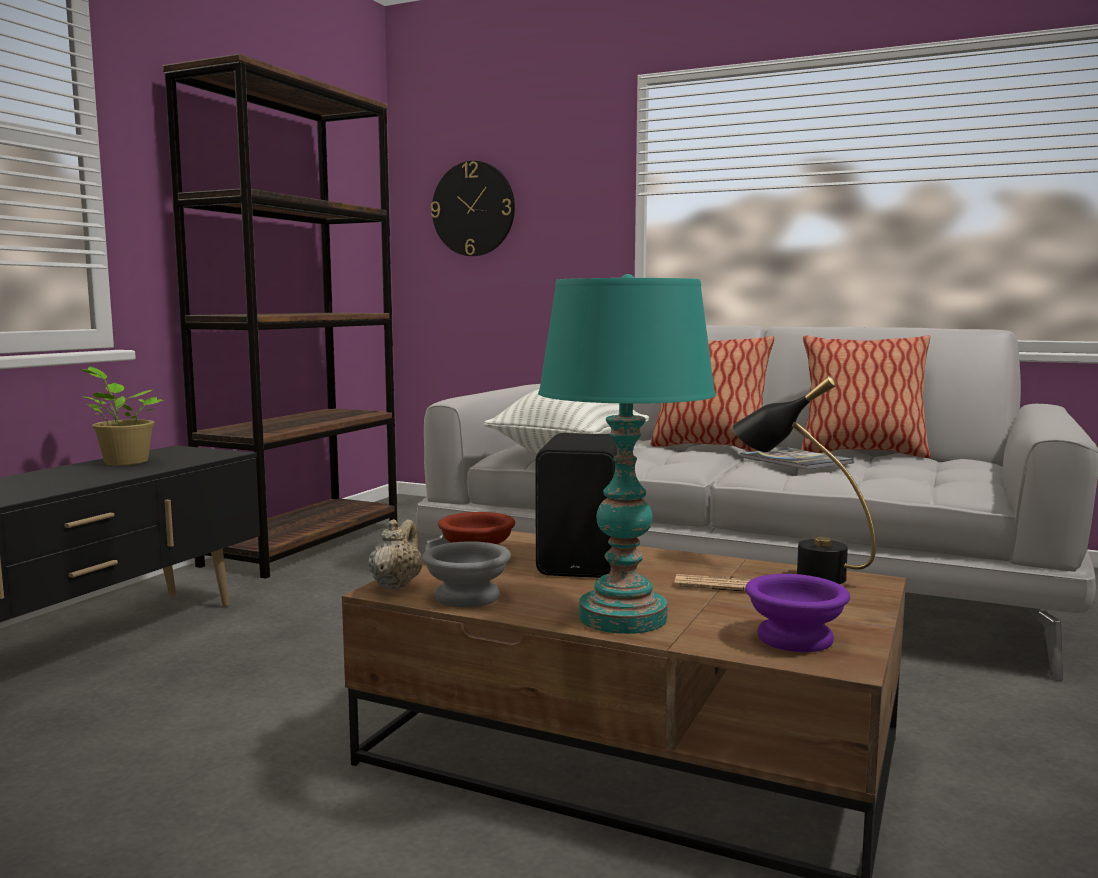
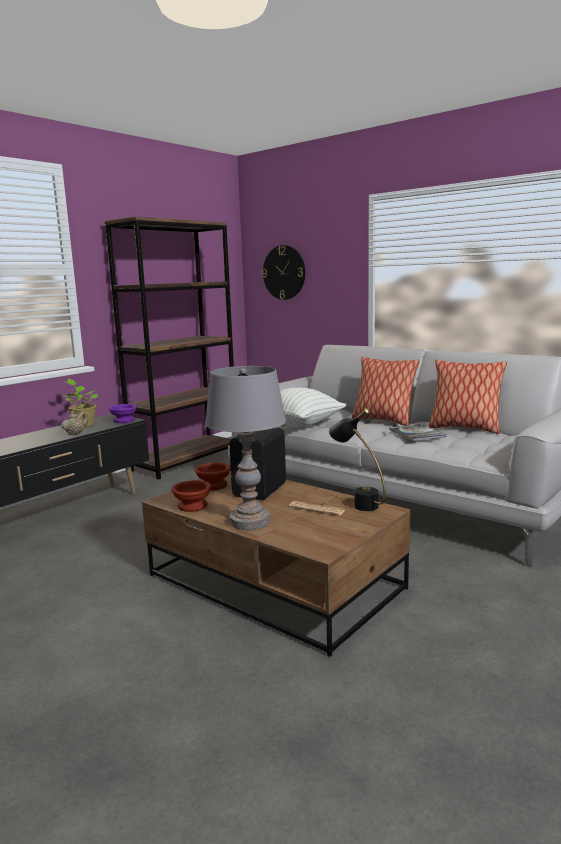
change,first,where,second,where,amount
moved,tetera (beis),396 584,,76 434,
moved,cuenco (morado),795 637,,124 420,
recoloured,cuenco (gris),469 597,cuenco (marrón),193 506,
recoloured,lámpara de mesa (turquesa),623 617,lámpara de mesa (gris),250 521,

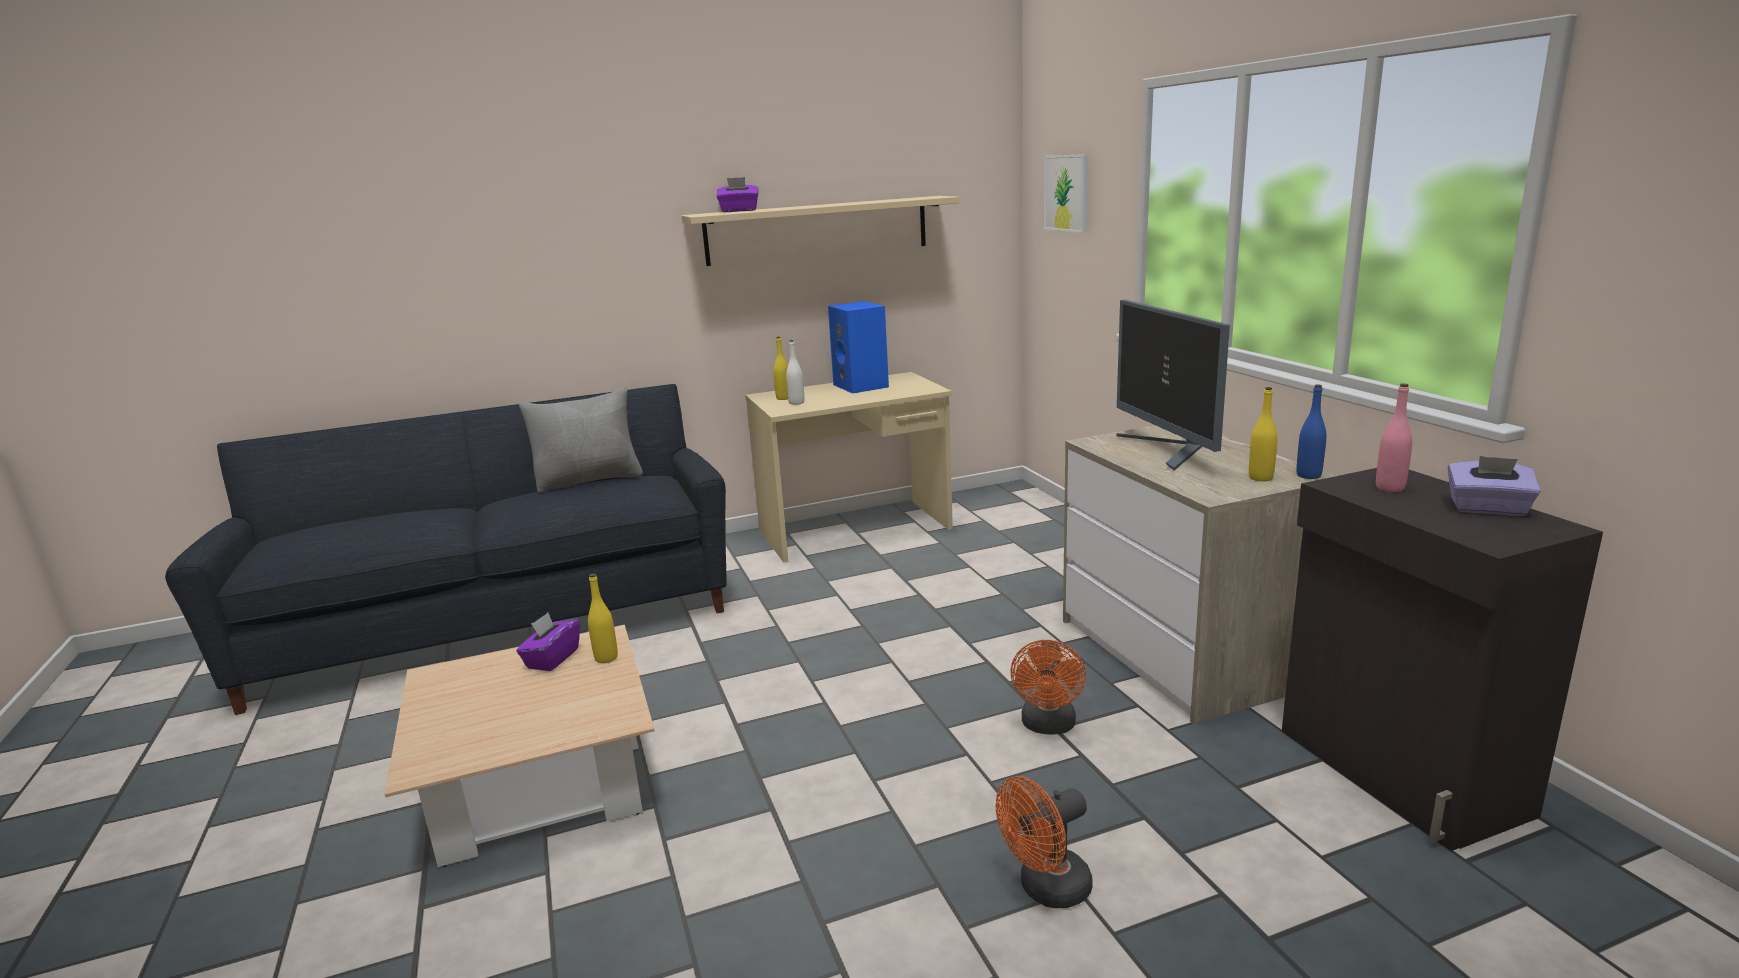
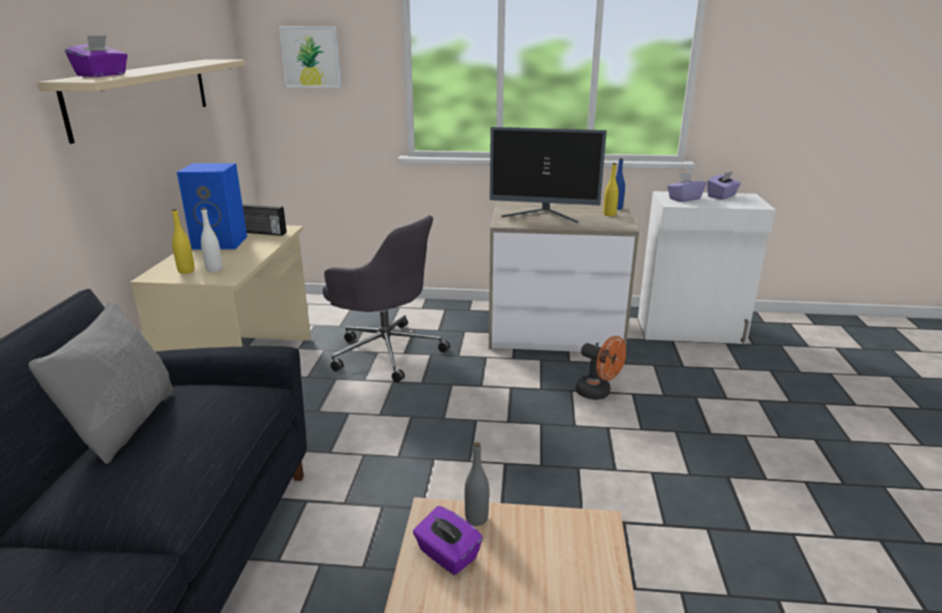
change,first,where,second,where,amount
removed,ventilador (naranja),1046 889,,,
added,,,radio,262 232,
added,,,silla de oficina (gris),386 351,
replaced,botella (rosa),1390 488,caja de pañuelos (morado),684 199,
recoloured,botella (amarillo),606 658,botella (gris),476 518,
recoloured,armario (negro),1399 773,armario (blanco),691 330,

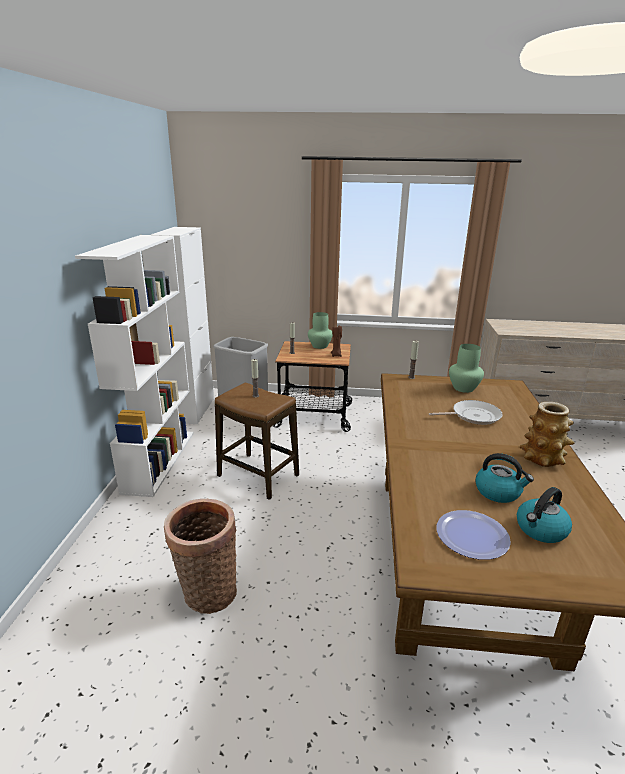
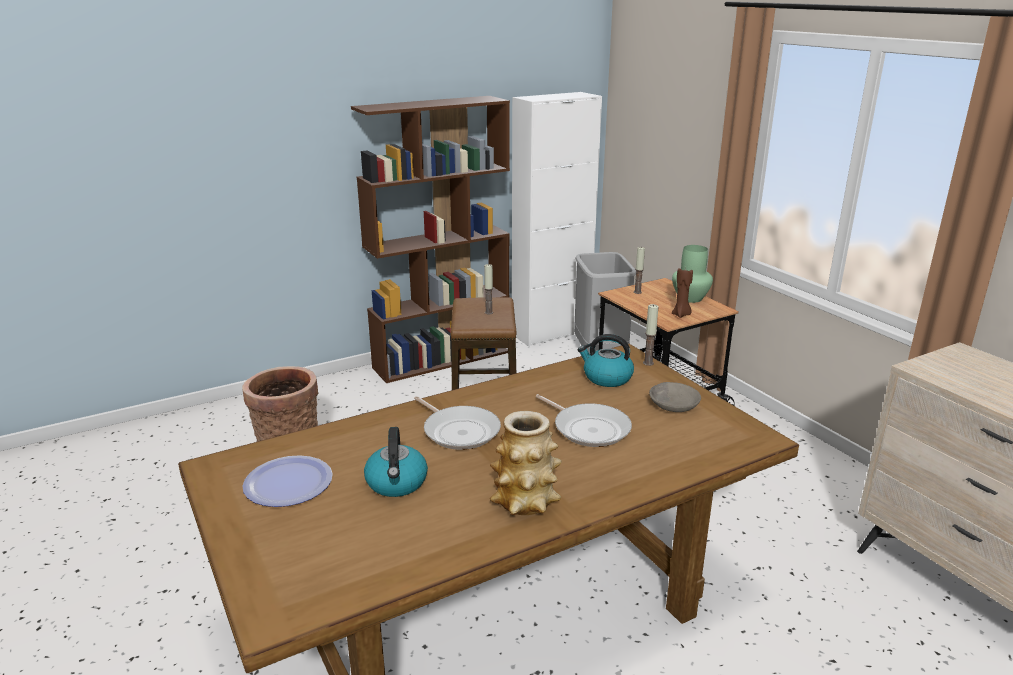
change,first,where,second,where,amount
added,,,sartén,459 431,
moved,hervidor,540 530,,606 378,
replaced,florero (verde),463 388,cuenco (gris),673 404,
recoloured,estantería (blanco),159 460,estantería (marrón),442 359,

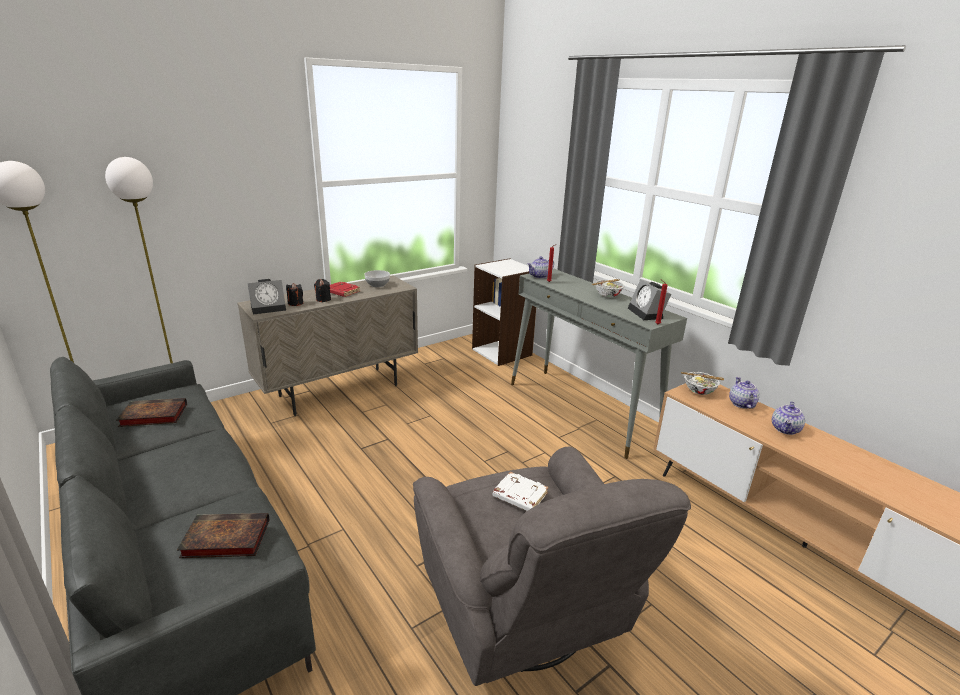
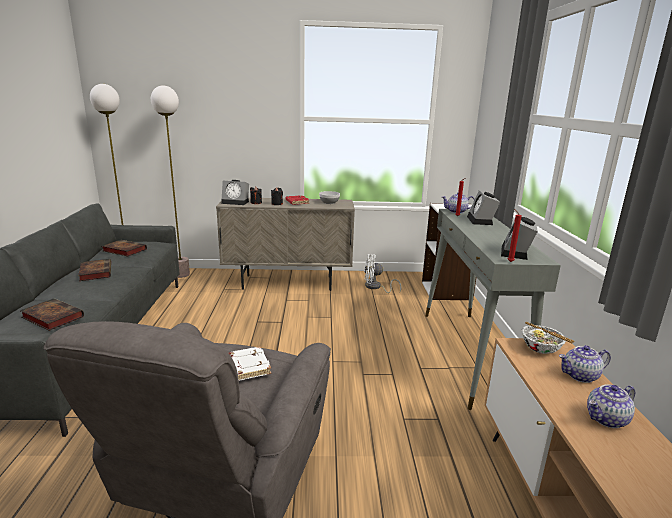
change,first,where,second,where,amount
removed,cuenco,607 295,,,
added,,,libro,95 272,
added,,,ventilador (blanco),375 287,
added,,,despertador,481 221,
turned,tetera,741 403,,580 376,135 degrees counterclockwise

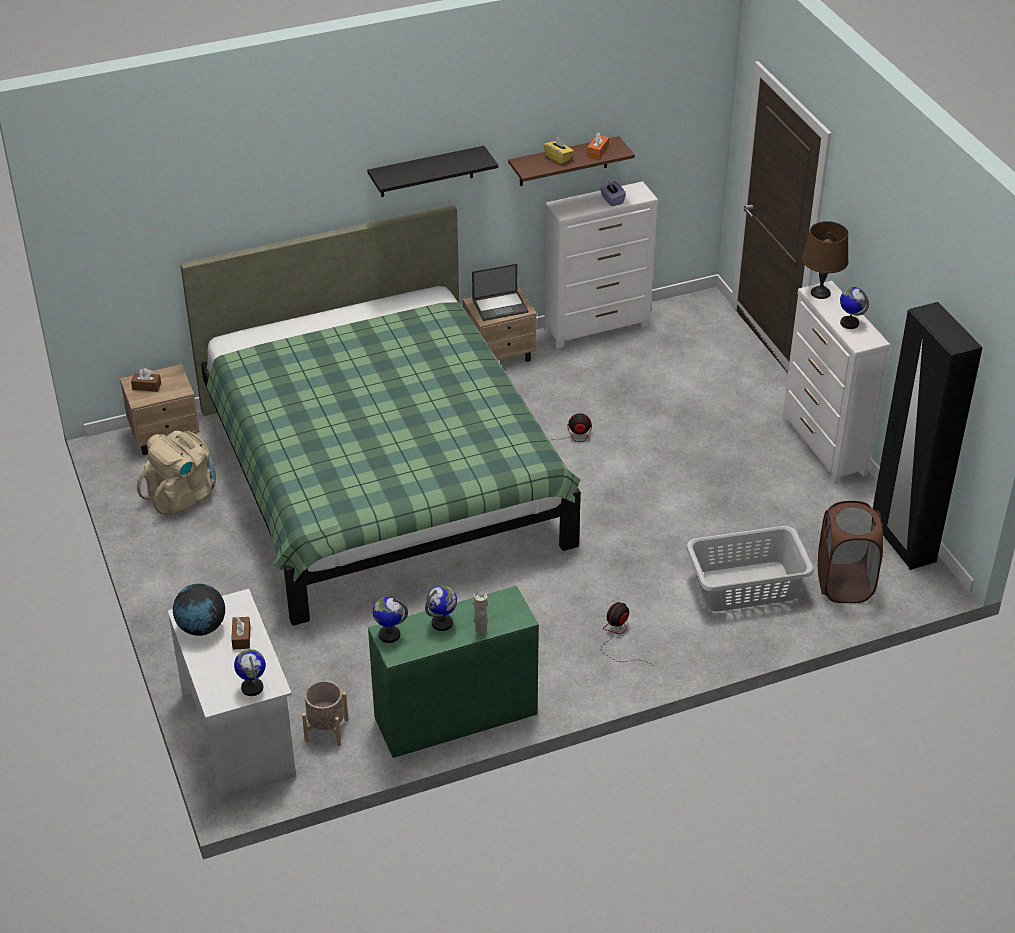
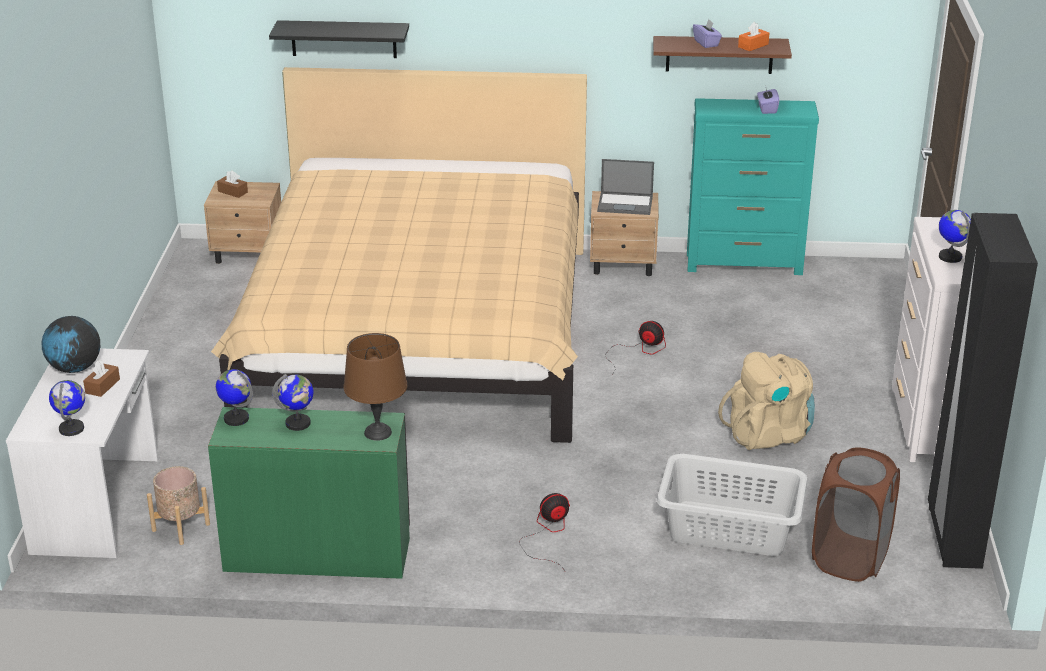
change,first,where,second,where,amount
removed,florero (beis),481 630,,,
moved,mochila (beis),183 496,,769 434,
moved,estante (negro),426 172,,343 39,
moved,lámpara de mesa (marrón),820 293,,378 432,
recoloured,cama (verde),381 478,cama (beis),419 334,
recoloured,caja de pañuelos (amarillo),558 158,caja de pañuelos (morado),706 43,
recoloured,cómoda (blanco),597 327,cómoda (turquesa),745 264,

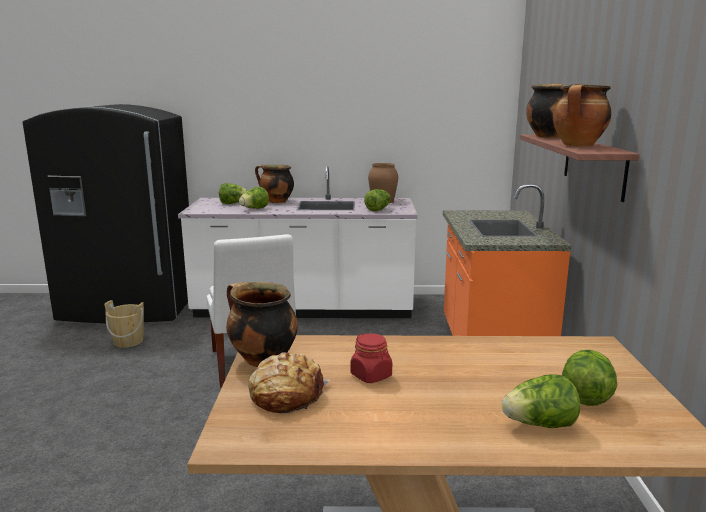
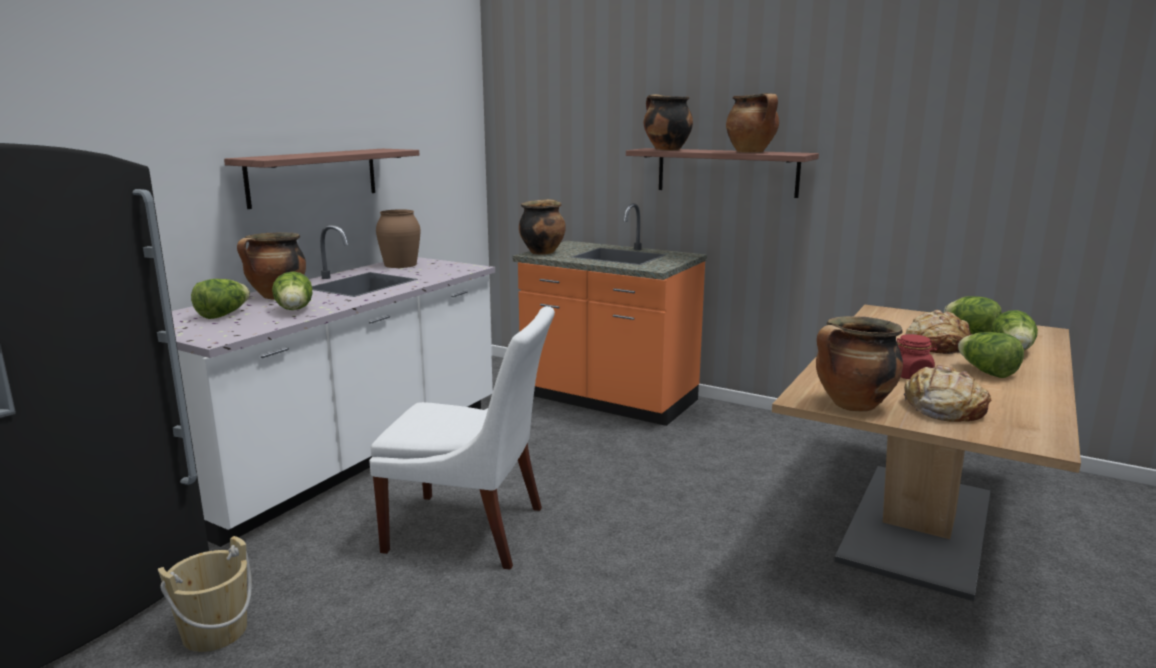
change,first,where,second,where,amount
added,,,estante,313 176,
added,,,olla,542 252,
added,,,pan,936 345,
moved,lechuga,378 210,,986 372,

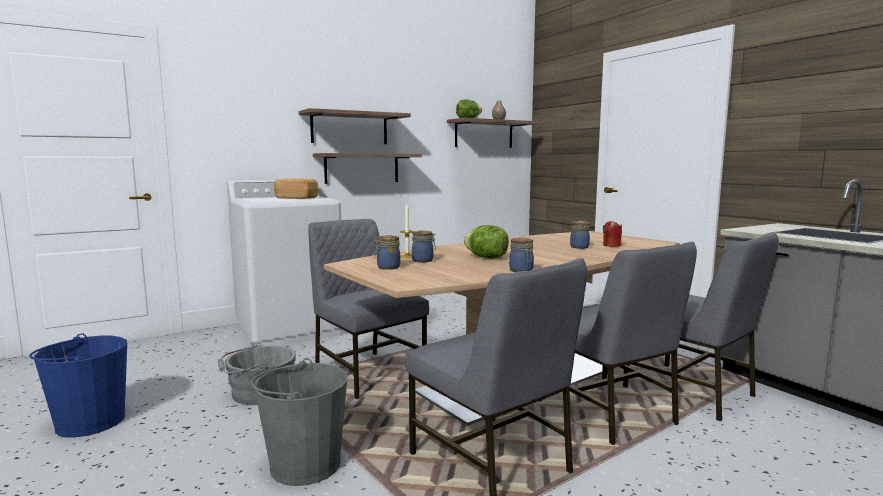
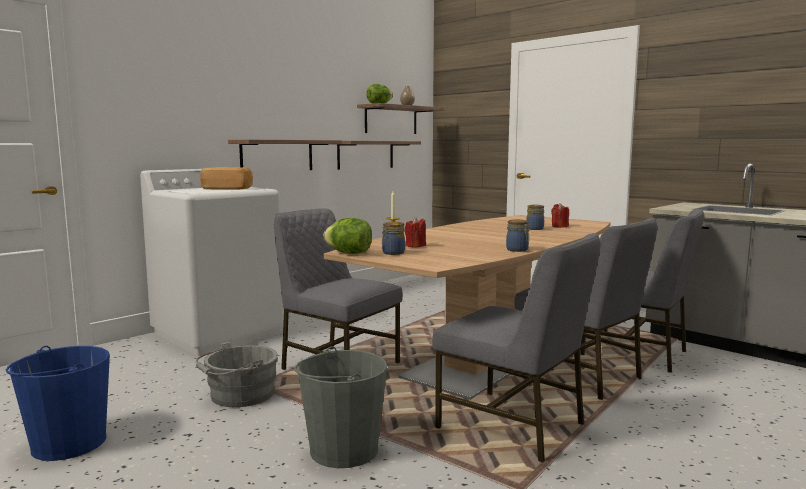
change,first,where,second,where,amount
moved,estante,349 128,,365 154,
moved,lechuga,486 258,,349 253,
replaced,tarro,423 260,vela (rojo),415 246,

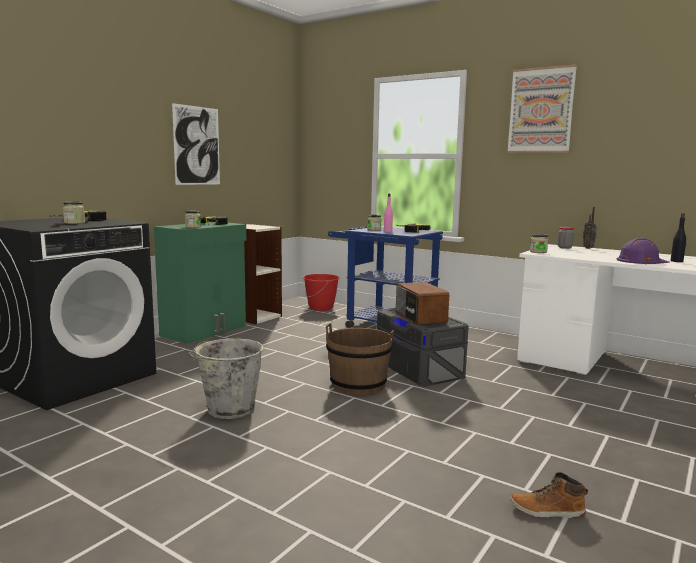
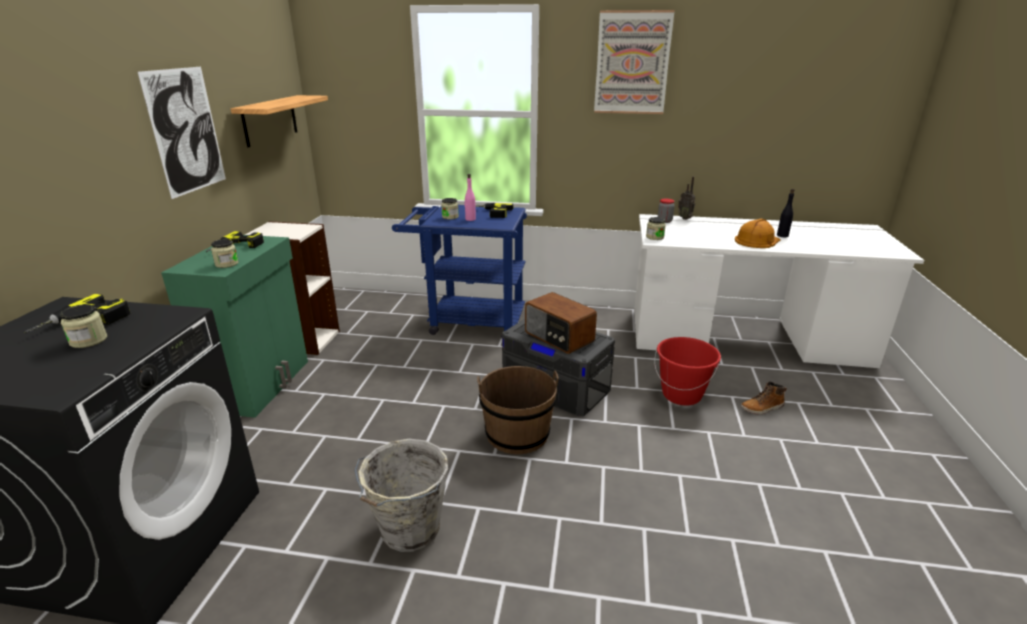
change,first,where,second,where,amount
added,,,estante,270 120,
moved,cubo (rojo),321 308,,681 395,
moved,bota,547 511,,762 408,
recoloured,casco (morado),641 260,casco (naranja),757 240,

